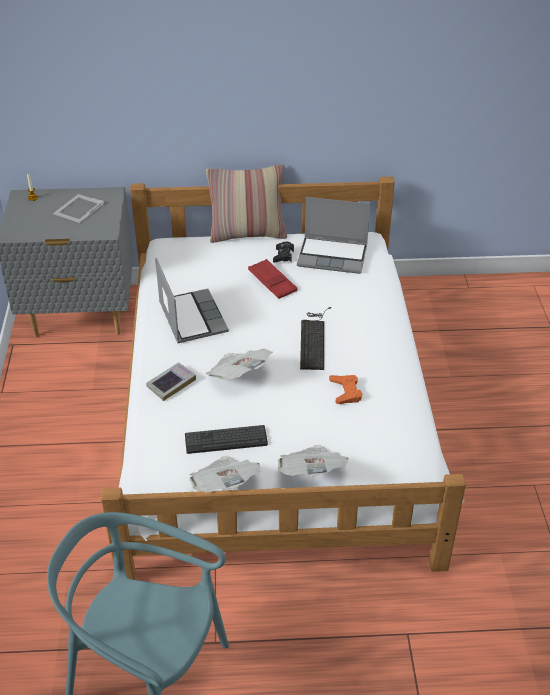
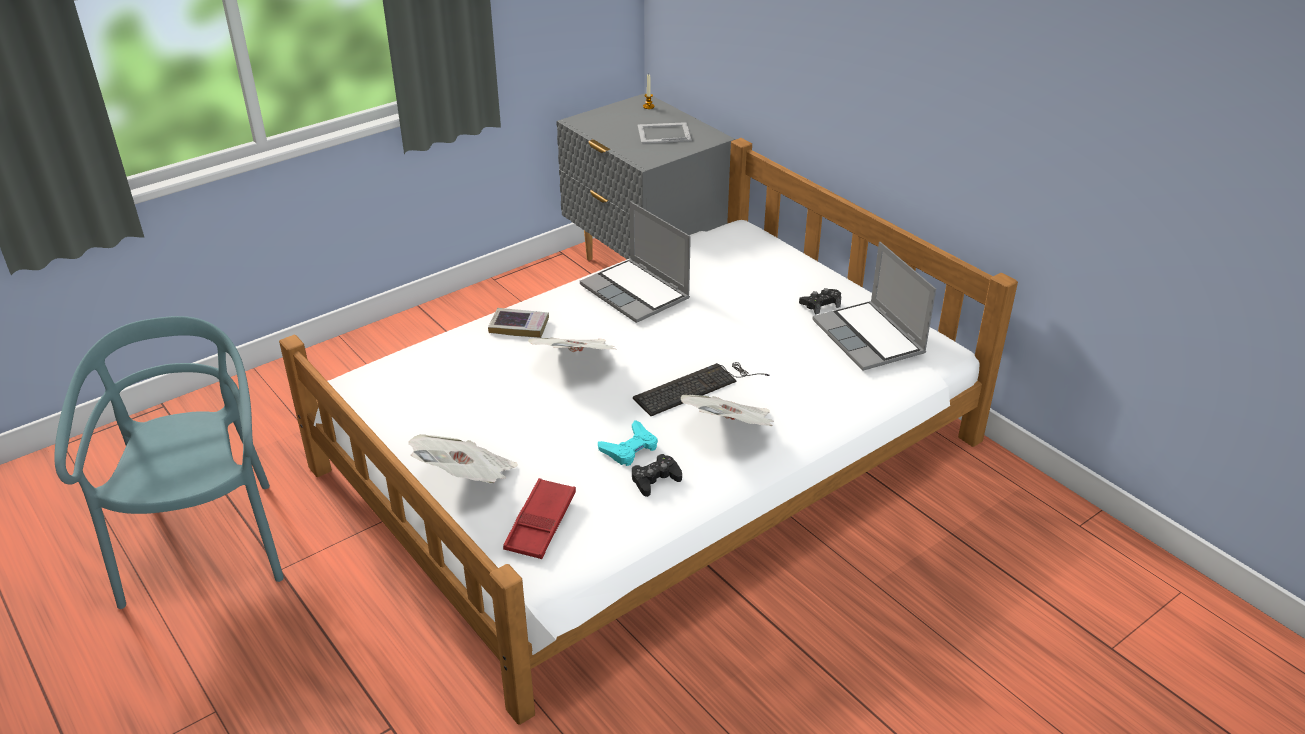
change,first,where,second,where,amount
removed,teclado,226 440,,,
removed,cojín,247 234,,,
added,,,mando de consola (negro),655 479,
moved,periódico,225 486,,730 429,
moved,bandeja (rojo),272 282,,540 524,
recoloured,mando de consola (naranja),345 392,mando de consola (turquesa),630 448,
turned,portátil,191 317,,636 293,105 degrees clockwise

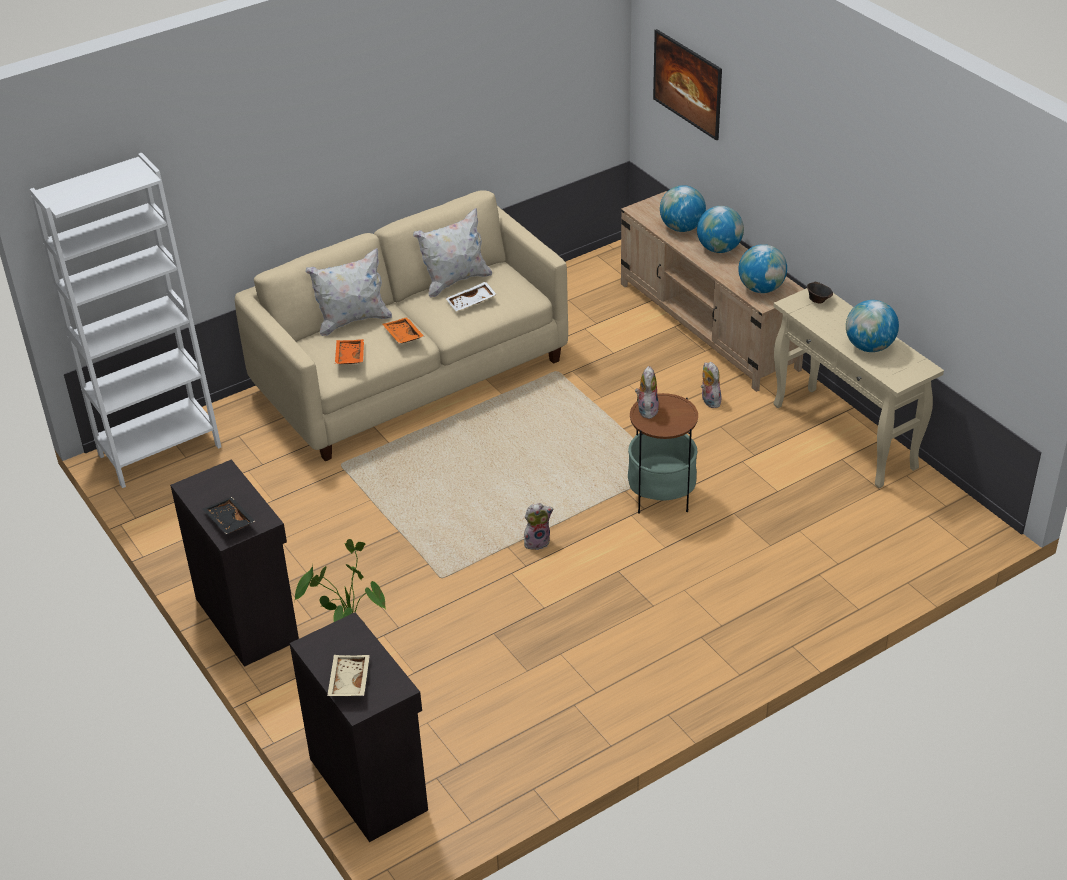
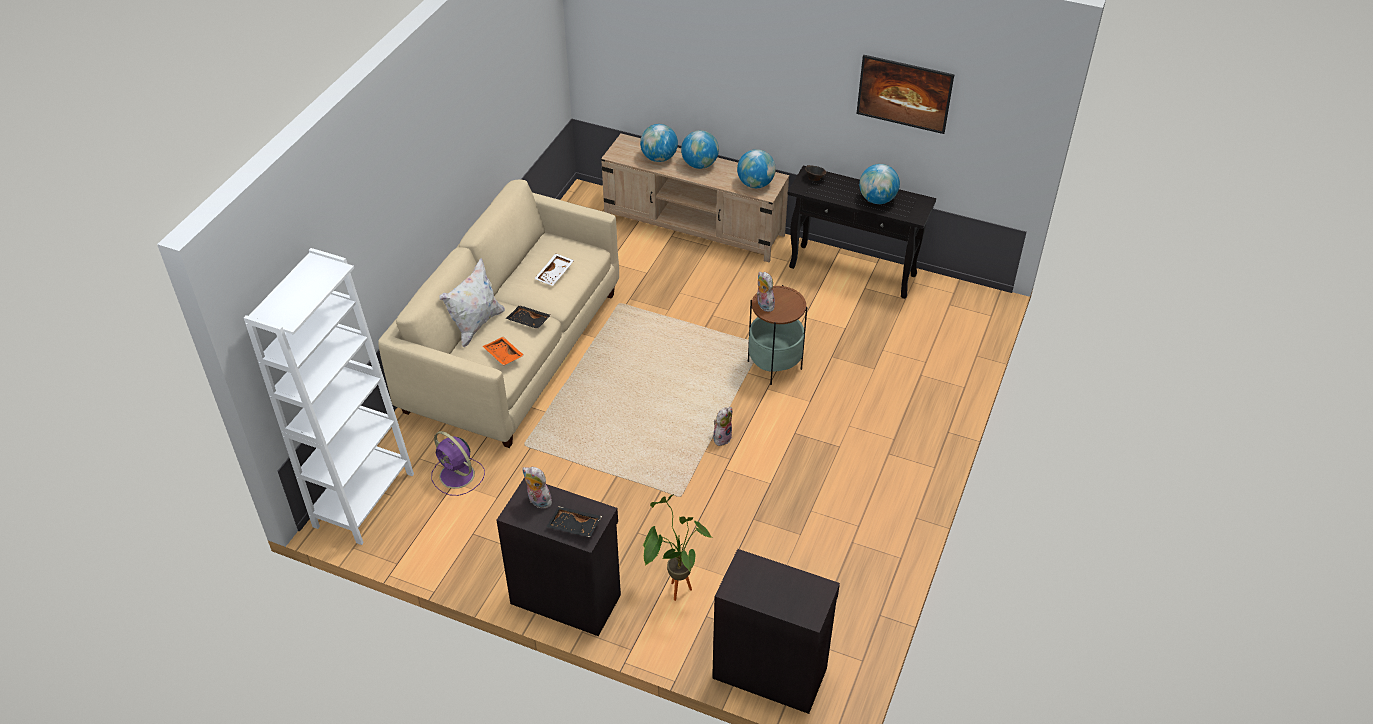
change,first,where,second,where,amount
removed,bandeja (beis),348 681,,,
removed,cojín (blanco),455 281,,,
added,,,ventilador (morado),458 476,
moved,cuadro,686 101,,902 108,
moved,peluche,709 401,,538 501,
recoloured,bandeja (naranja),402 336,bandeja (negro),528 321,
recoloured,mesa consola (beis),845 437,mesa consola (negro),853 271,

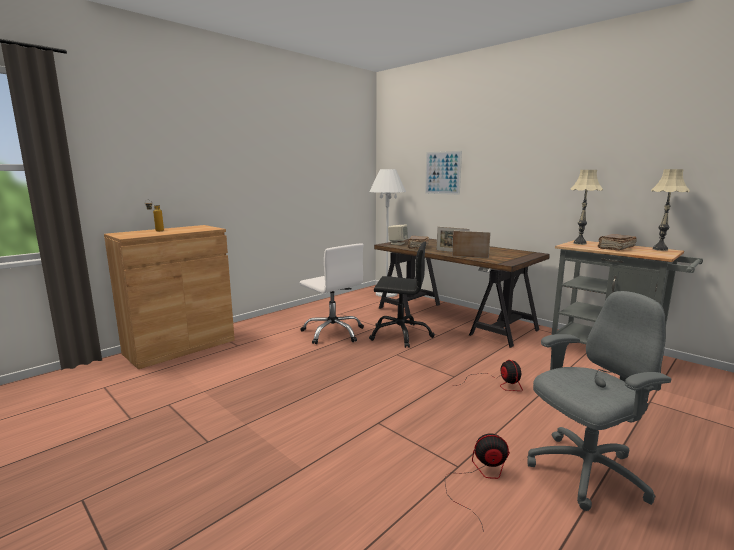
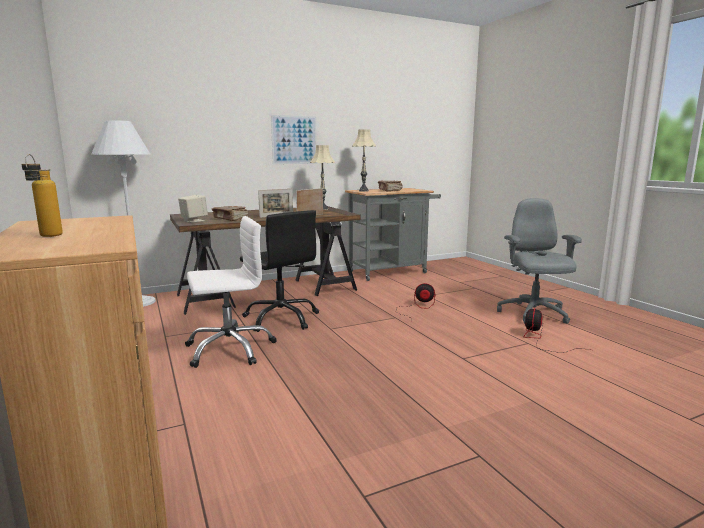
change,first,where,second,where,amount
moved,cuadro,442 173,,294 140,
moved,lámpara de mesa (beis),660 249,,323 209,
turned,silla de oficina (negro),400 334,,281 318,105 degrees clockwise

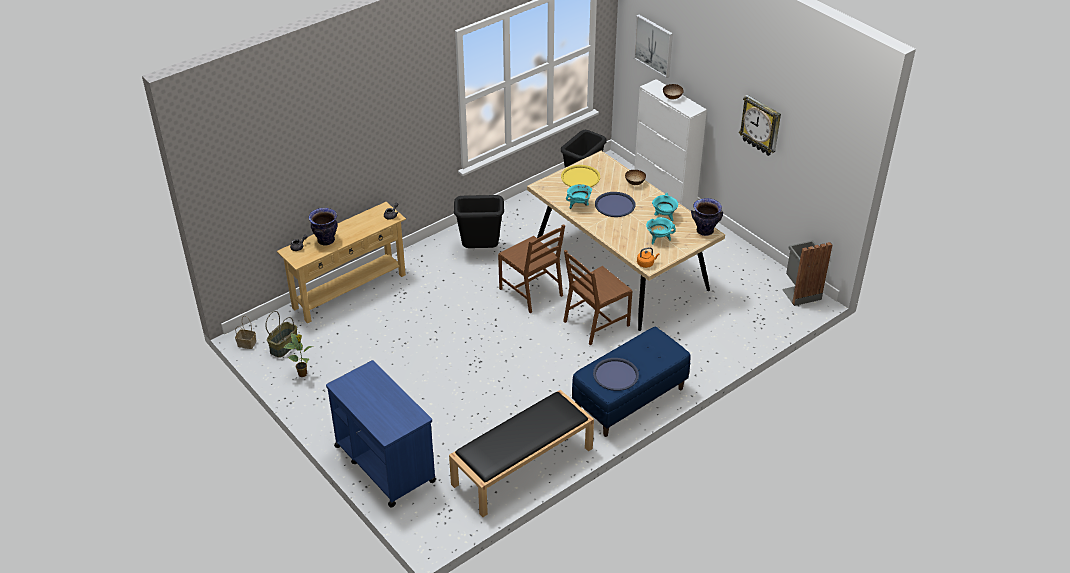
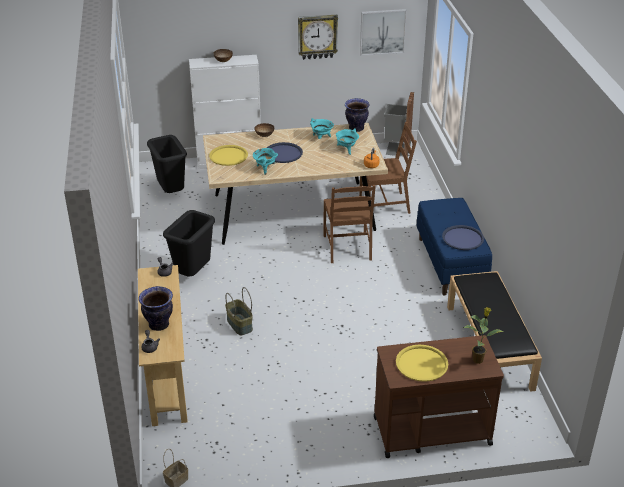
change,first,where,second,where,amount
added,,,bandeja (amarillo),421 364,
moved,cesta,284 346,,239 324,
moved,planta en maceta,303 374,,478 359,
moved,silla (marrón),532 292,,385 204,
moved,cuadro,654 45,,382 32,
recoloured,carrito (azul),384 463,carrito (marrón),431 431,

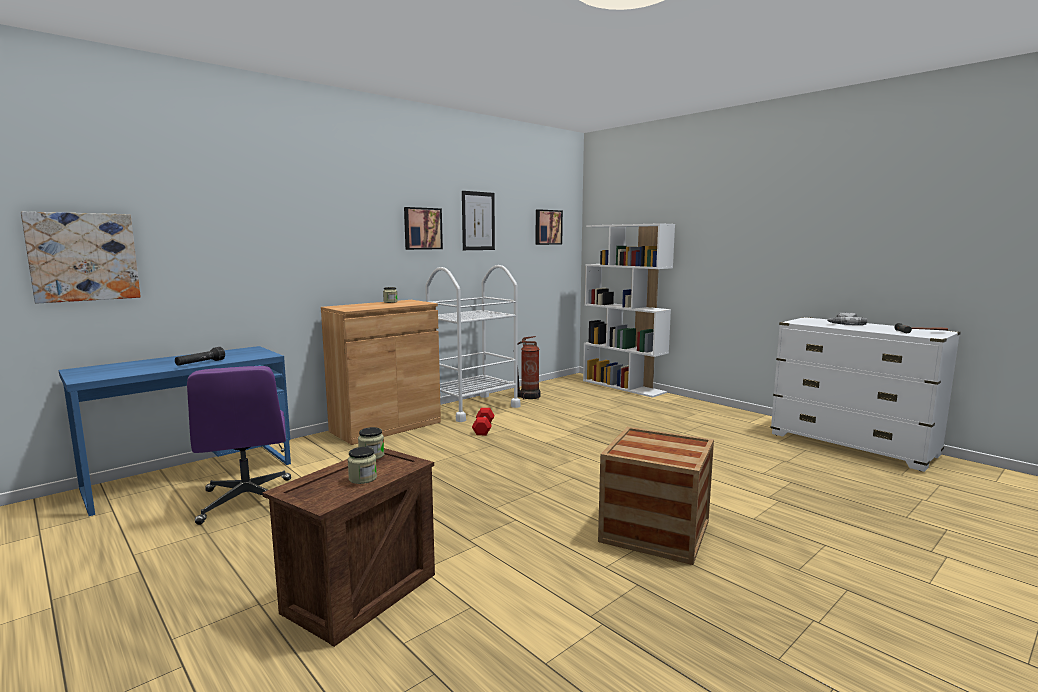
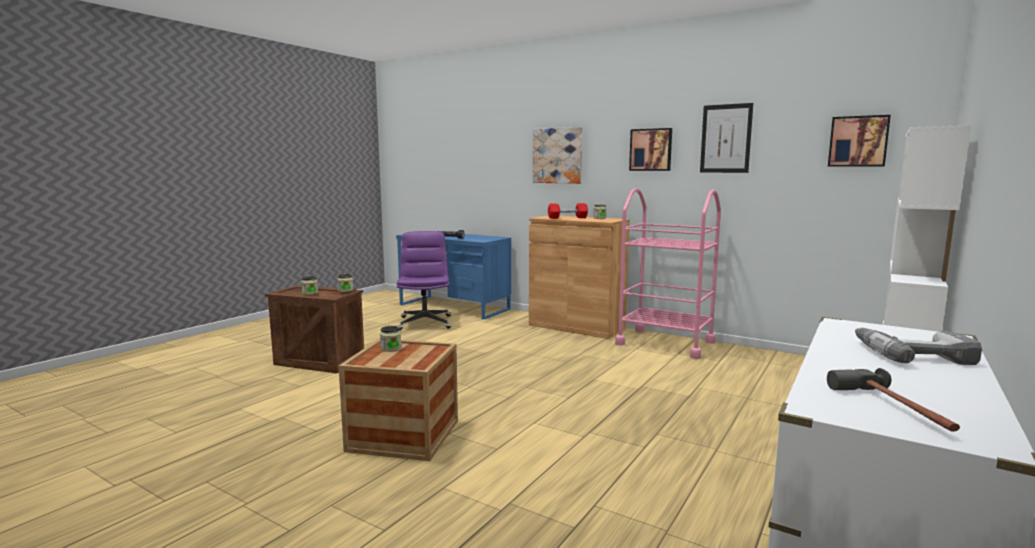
change,first,where,second,where,amount
removed,extintor,528 397,,,
added,,,tarro,391 348,
moved,cuadro,83 257,,557 155,
moved,mancuerna (rojo),483 428,,567 218,
recoloured,carrito (blanco),473 408,carrito (rosa),665 343,
turned,silla de oficina (morado),247 501,,425 322,120 degrees clockwise

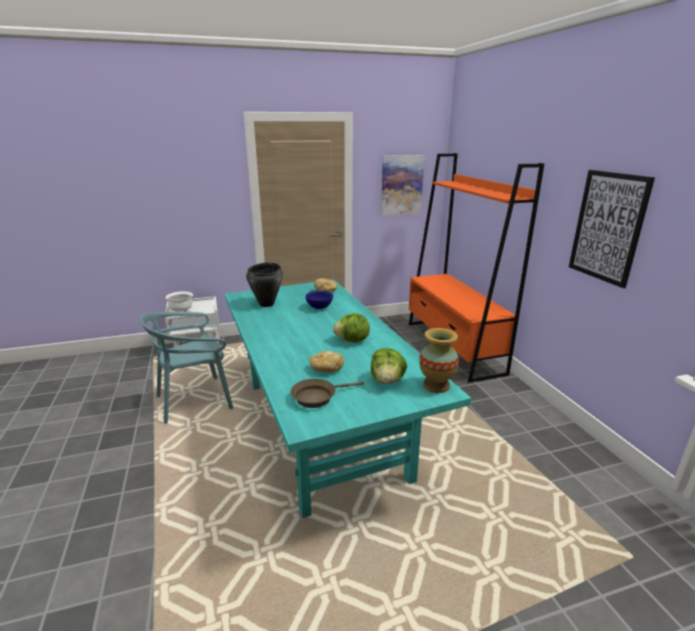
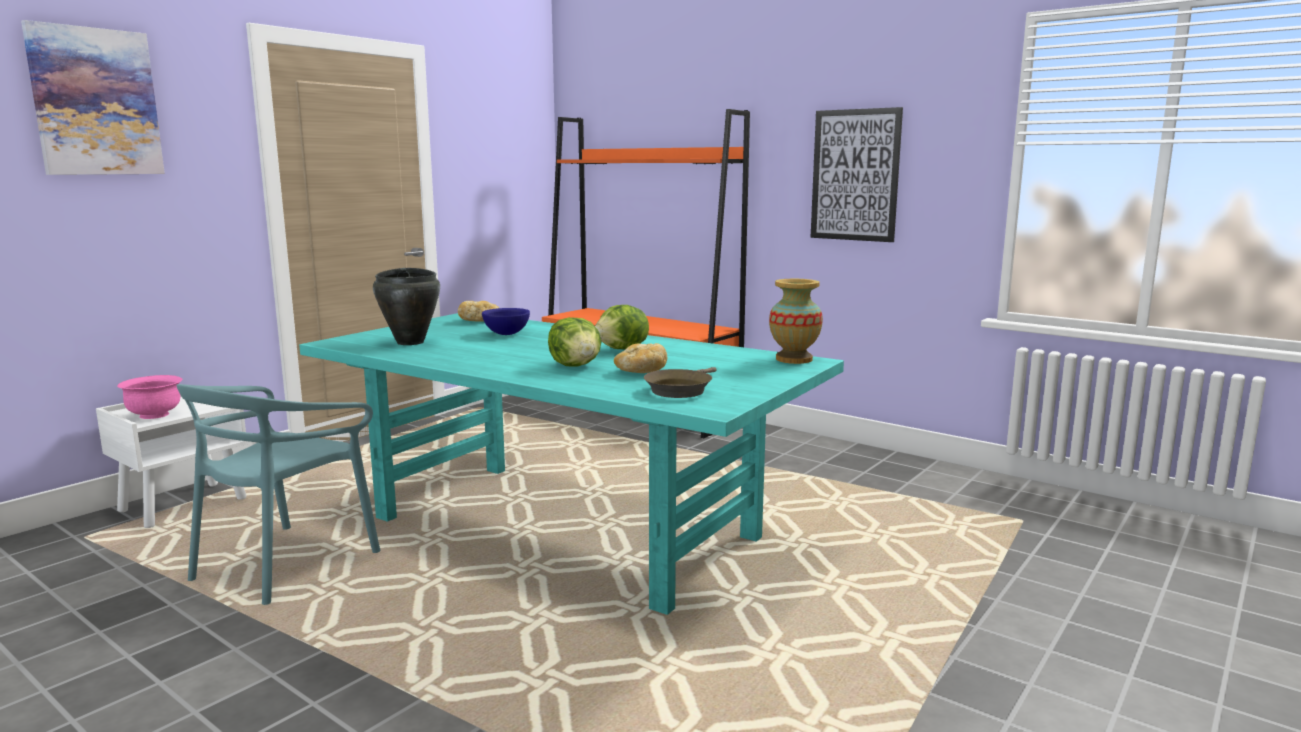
change,first,where,second,where,amount
moved,lechuga,387 381,,576 366,
moved,cuadro,401 185,,95 102,
recoloured,cuenco (blanco),181 310,cuenco (rosa),155 415,

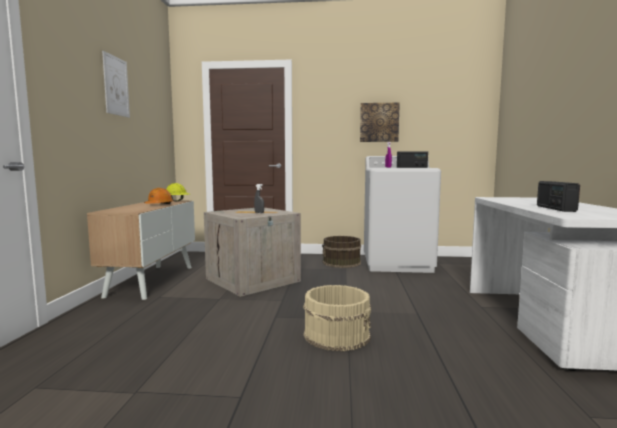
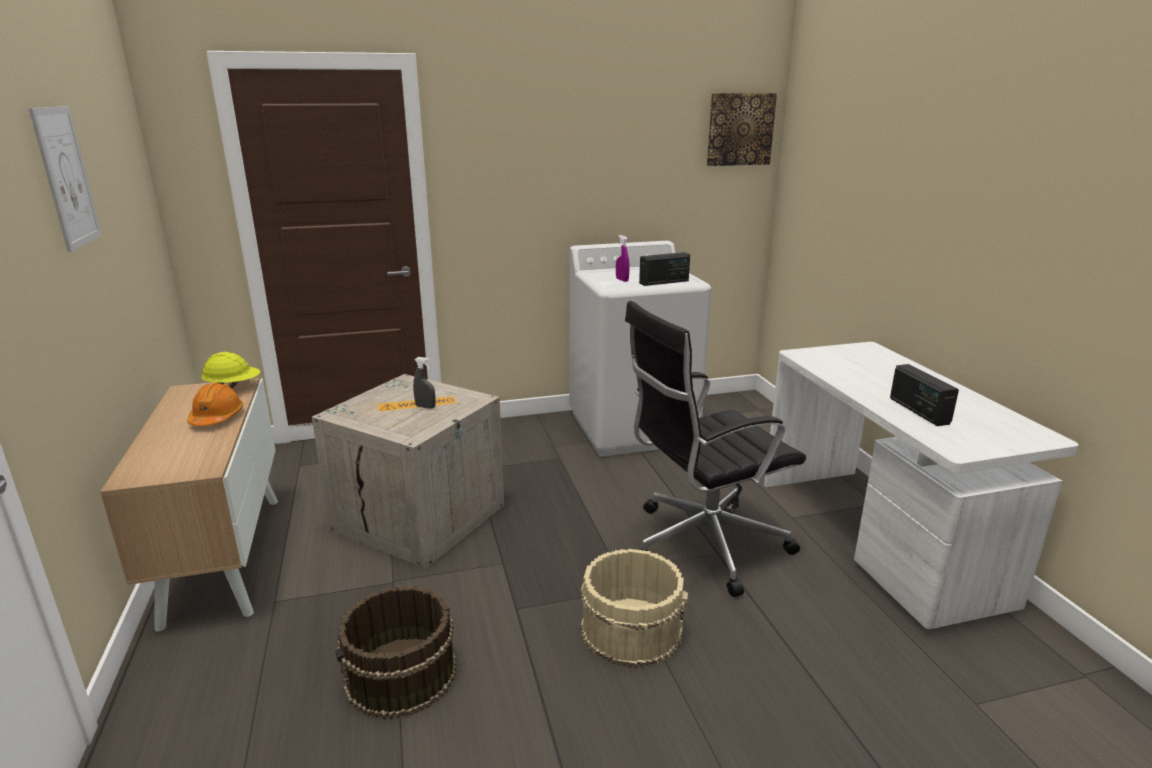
change,first,where,second,where,amount
added,,,silla de oficina (negro),702 544,
moved,cubo (marrón),341 262,,401 676,
moved,cuadro,379 122,,740 129,

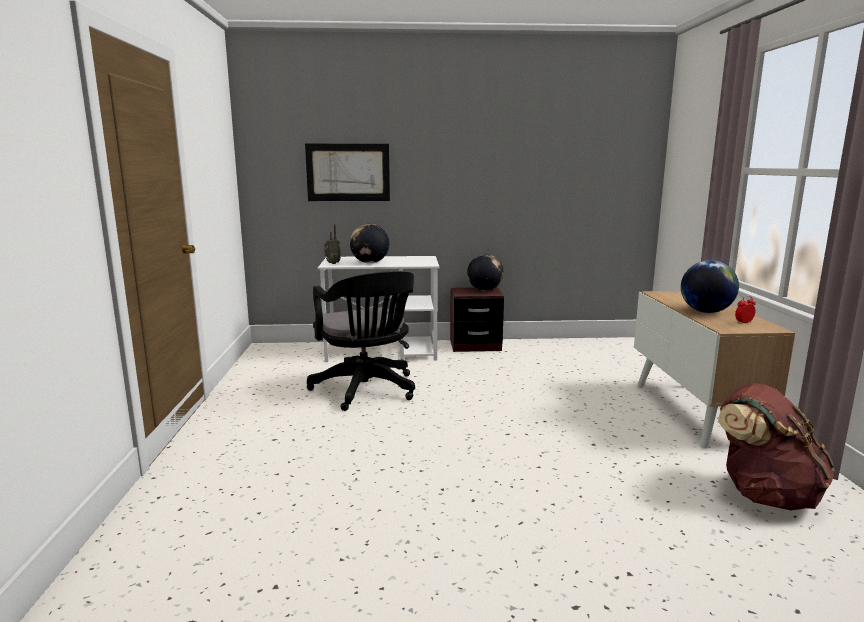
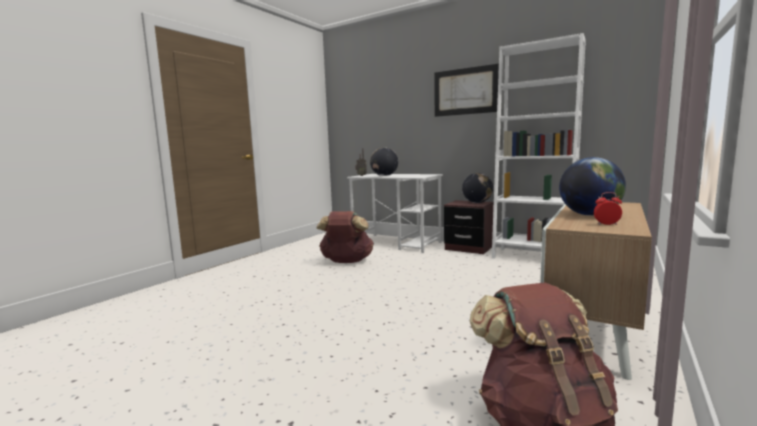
change,first,where,second,where,amount
added,,,estantería (blanco),532 257,
moved,cuadro,348 172,,465 91,
replaced,silla de oficina (negro),367 391,mochila (marrón),346 262,

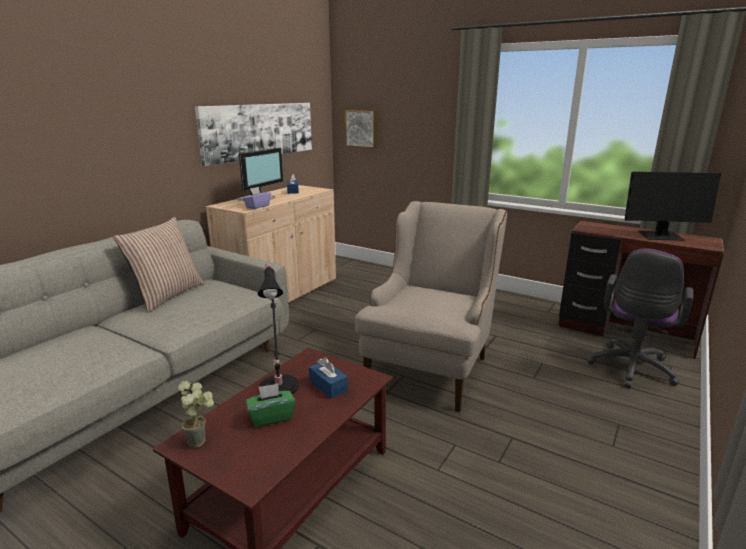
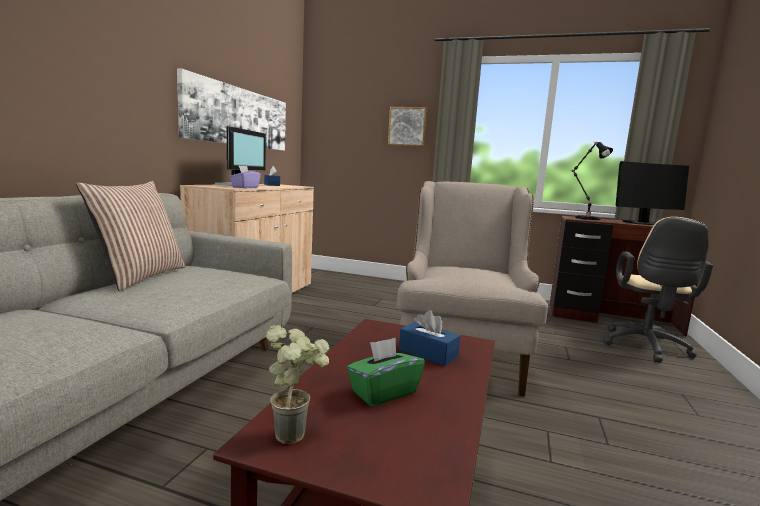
change,first,where,second,where,amount
moved,lámpara de mesa (negro),279 384,,585 218,
moved,cuadro,361 129,,407 126,
recoloured,silla de oficina (morado),630 370,silla de oficina (beis),645 347,

